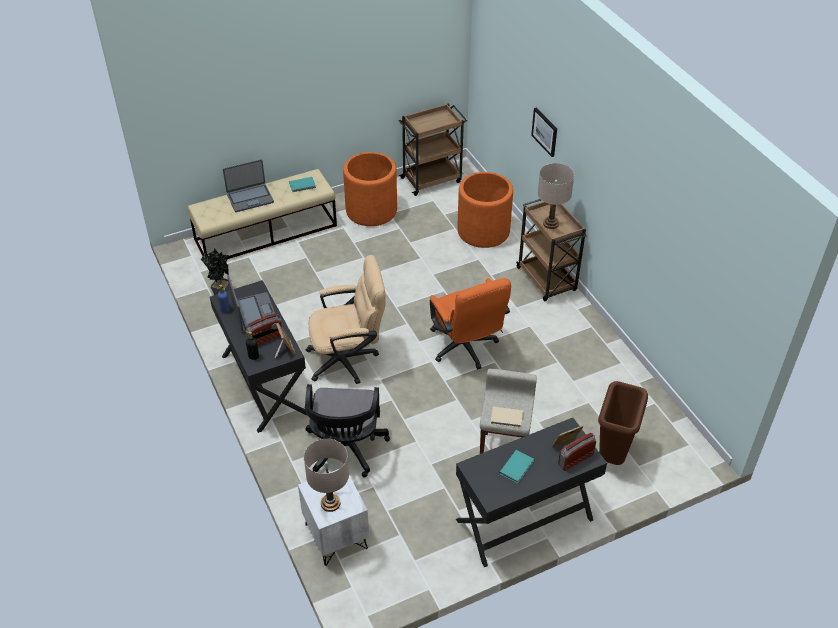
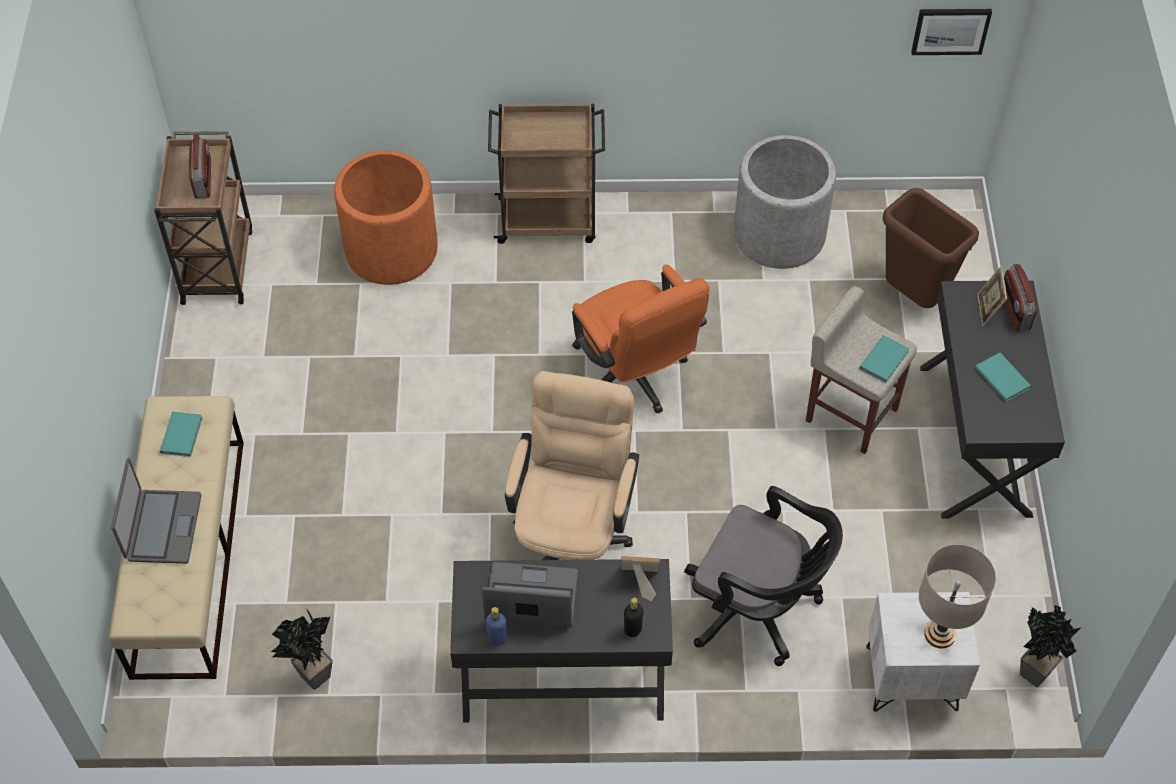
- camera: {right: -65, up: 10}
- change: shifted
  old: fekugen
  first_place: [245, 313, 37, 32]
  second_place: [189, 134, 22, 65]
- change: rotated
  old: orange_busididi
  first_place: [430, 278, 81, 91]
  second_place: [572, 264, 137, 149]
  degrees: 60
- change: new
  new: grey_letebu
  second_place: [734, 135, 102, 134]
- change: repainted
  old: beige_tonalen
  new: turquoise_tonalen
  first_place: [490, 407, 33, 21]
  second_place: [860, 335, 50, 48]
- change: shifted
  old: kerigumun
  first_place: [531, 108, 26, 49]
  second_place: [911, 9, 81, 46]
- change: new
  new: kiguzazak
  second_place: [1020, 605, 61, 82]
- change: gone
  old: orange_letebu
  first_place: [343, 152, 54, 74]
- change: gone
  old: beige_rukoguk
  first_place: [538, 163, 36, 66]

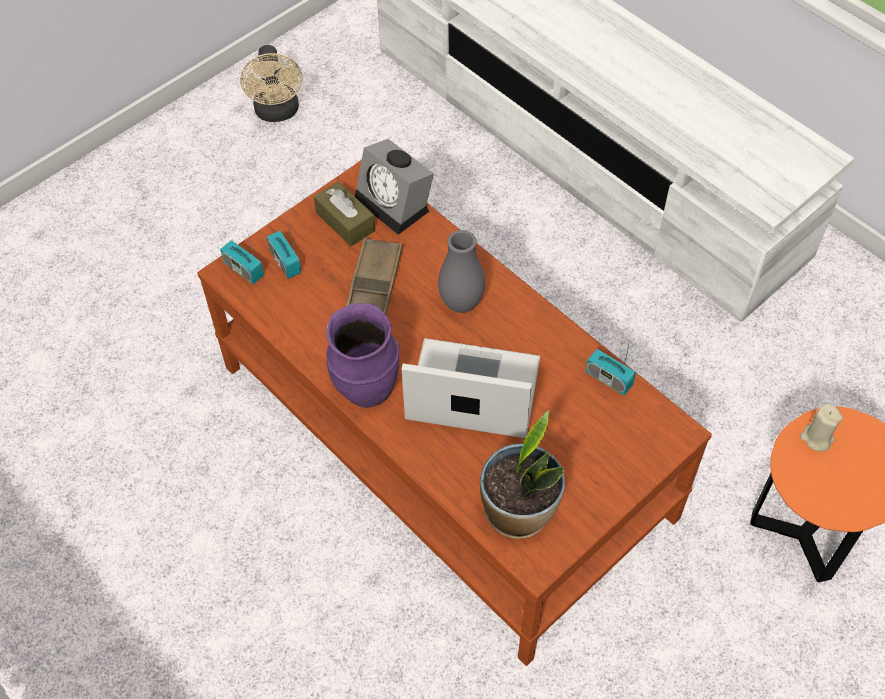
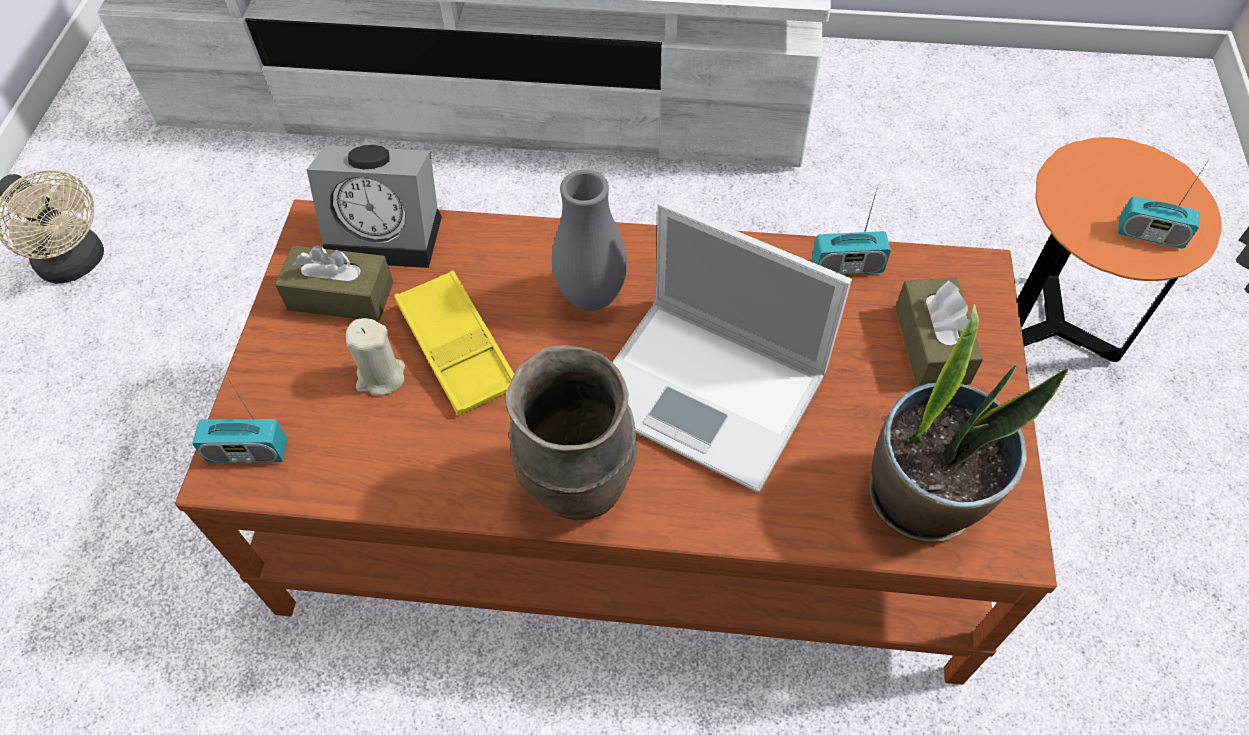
- camera: {right: -40, up: 0}
- change: shifted
  old: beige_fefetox
  first_place: [800, 403, 43, 49]
  second_place: [346, 318, 59, 78]
- change: repainted
  old: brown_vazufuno
  new: yellow_vazufuno
  first_place: [346, 238, 57, 77]
  second_place: [394, 270, 120, 146]
- change: repainted
  old: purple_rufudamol
  new: brown_rufudamol
  first_place: [326, 303, 74, 105]
  second_place: [506, 345, 131, 175]
- change: rotated
  old: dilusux
  first_place: [402, 338, 138, 100]
  second_place: [612, 200, 240, 293]
  degrees: -120
- change: new
  new: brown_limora
  second_place: [895, 278, 88, 109]
- change: shifted
  old: fekugen
  first_place: [267, 227, 35, 52]
  second_place: [1118, 160, 91, 89]

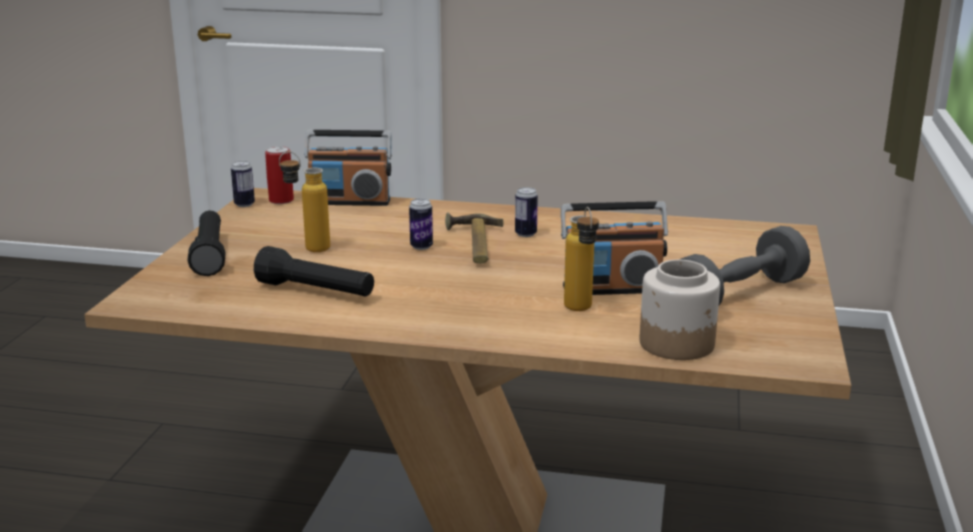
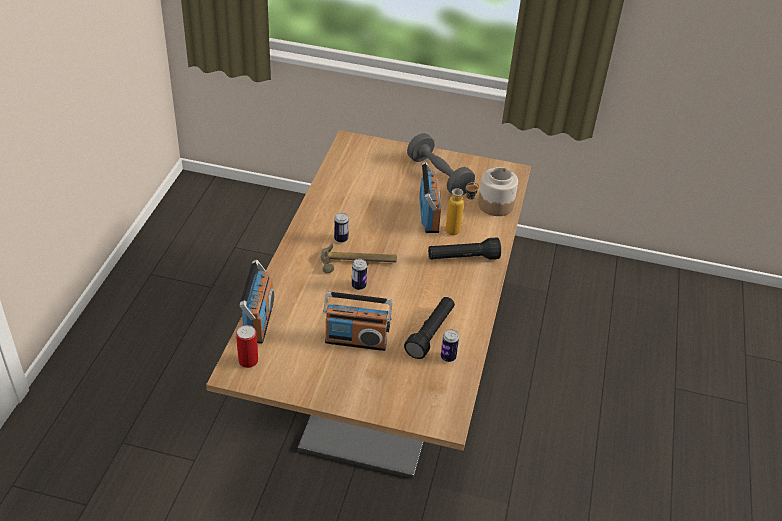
- camera: {right: -90, up: 20}
- change: swapped
  old: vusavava
  new: fekugen
  first_place: [279, 152, 51, 100]
  second_place: [323, 292, 69, 59]
- change: shifted
  old: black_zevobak
  first_place: [187, 210, 39, 66]
  second_place: [428, 237, 73, 23]
- change: shifted
  old: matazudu
  first_place: [231, 161, 24, 46]
  second_place: [441, 329, 18, 33]

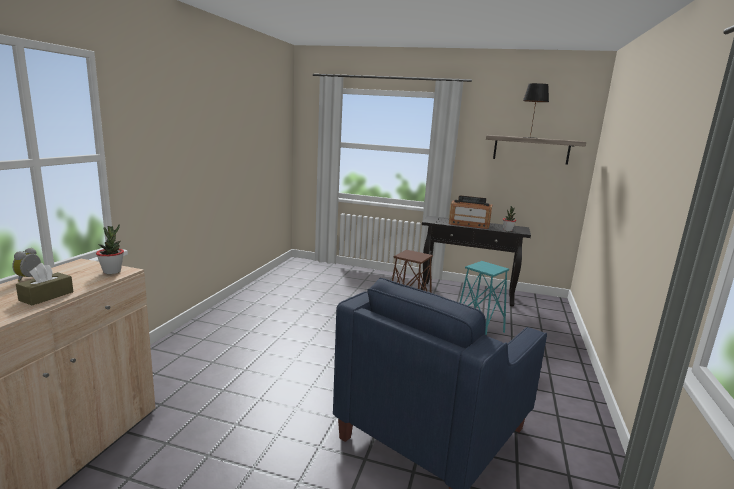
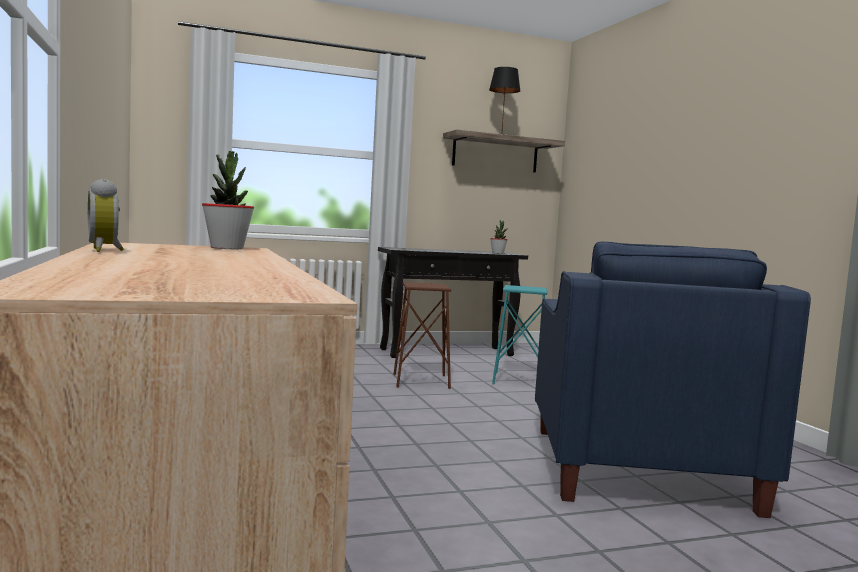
- camera: {right: -35, up: -10}
- change: gone
  old: brown_limora
  first_place: [16, 263, 57, 42]
- change: gone
  old: fekugen
  first_place: [449, 195, 43, 34]

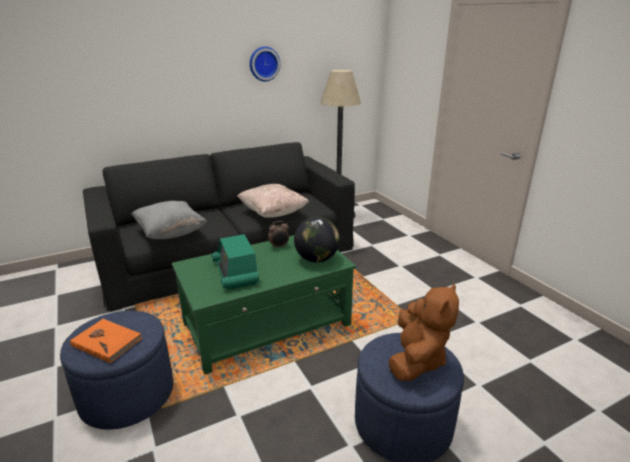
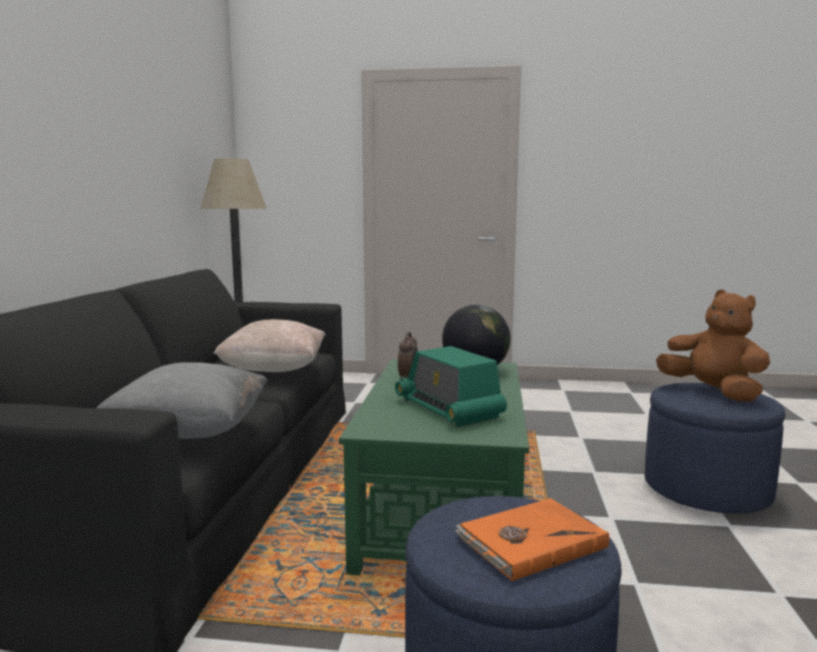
- camera: {right: -55, up: -15}
- change: rotated
  old: fekugen
  first_place: [211, 234, 48, 56]
  second_place: [395, 346, 112, 81]
  degrees: 45
- change: gone
  old: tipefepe
  first_place: [250, 47, 30, 35]

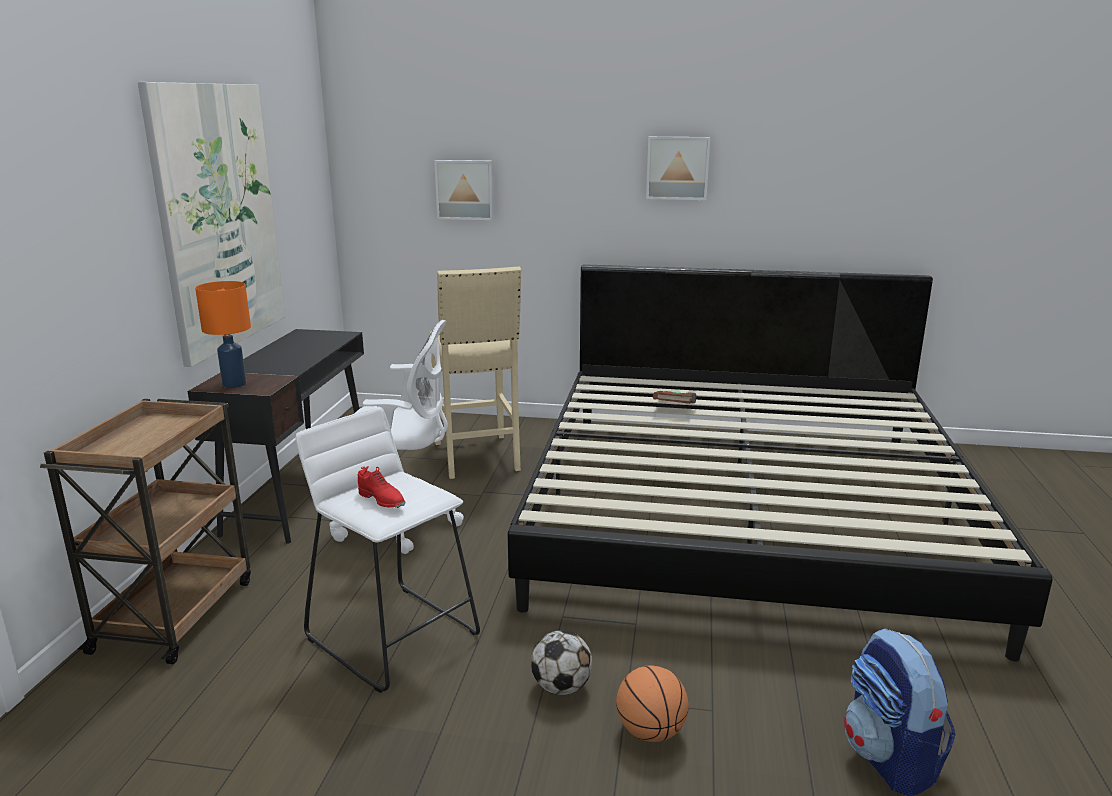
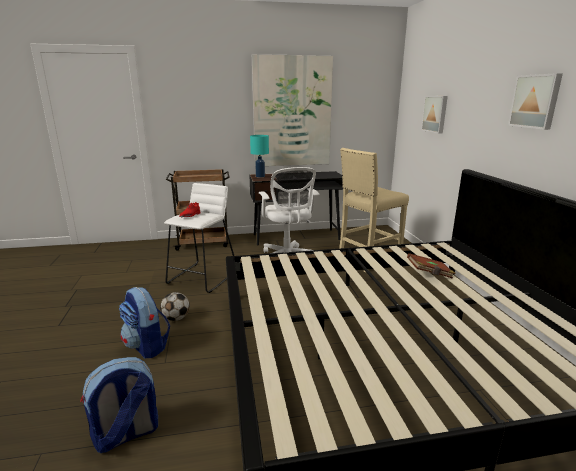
- camera: {right: 70, up: 0}
- change: swapped
  old: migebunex
  new: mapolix
  first_place: [616, 666, 73, 76]
  second_place: [119, 287, 52, 71]
- change: repainted
  old: orange_rukoguk
  new: turquoise_rukoguk
  first_place: [195, 281, 56, 107]
  second_place: [250, 135, 19, 43]

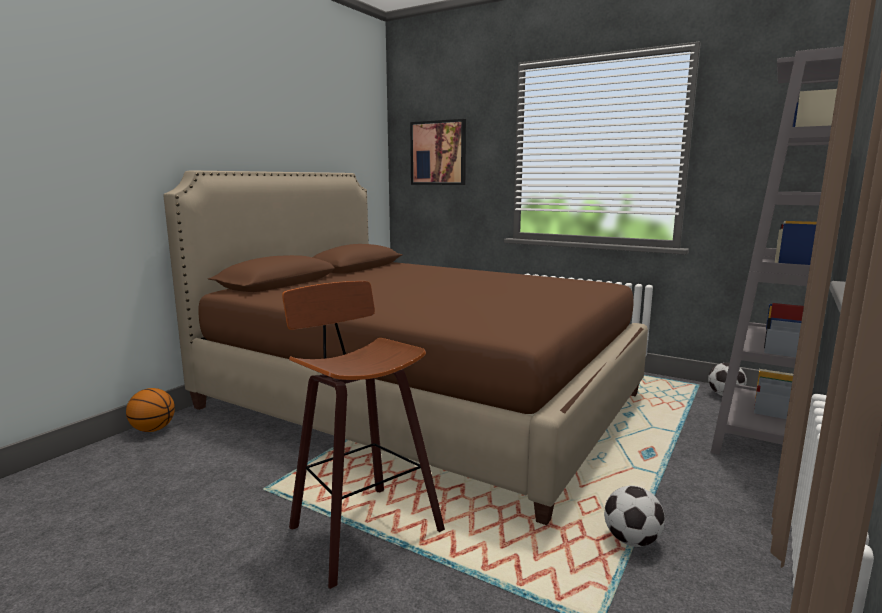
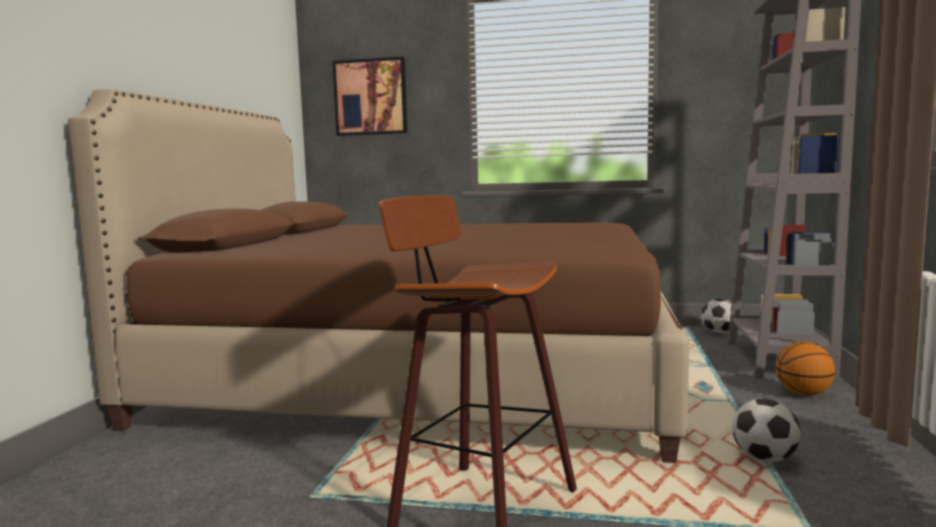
- camera: {right: -20, up: -5}
- change: shifted
  old: migebunex
  first_place: [126, 388, 49, 44]
  second_place: [775, 342, 60, 54]

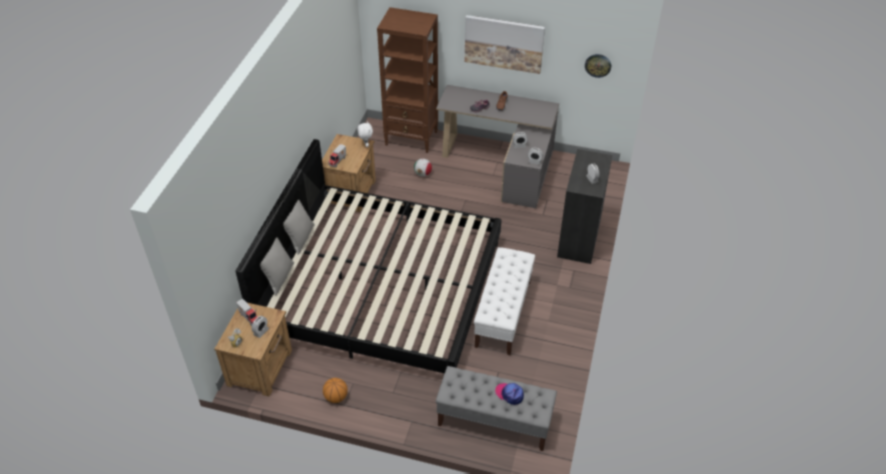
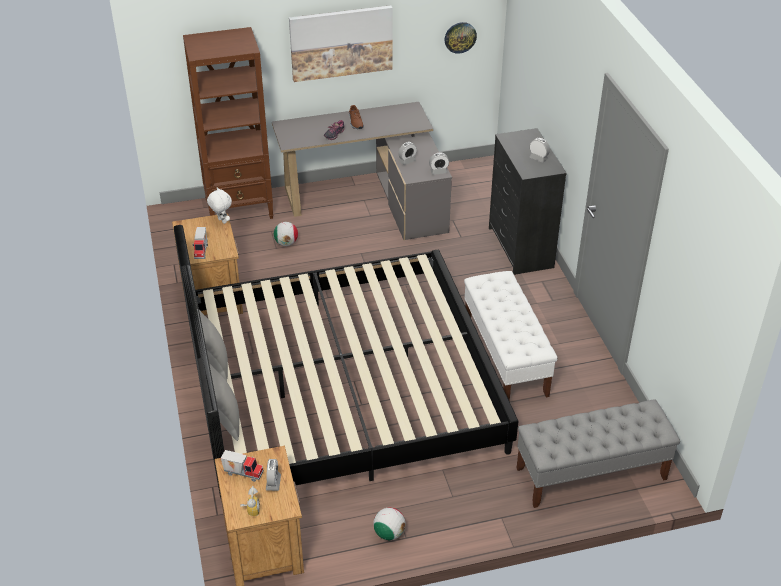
- camera: {right: -30, up: -5}
- change: swapped
  old: migebunex
  new: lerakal
  first_place: [323, 378, 25, 25]
  second_place: [373, 507, 33, 34]
- change: gone
  old: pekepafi
  first_place: [495, 383, 29, 22]

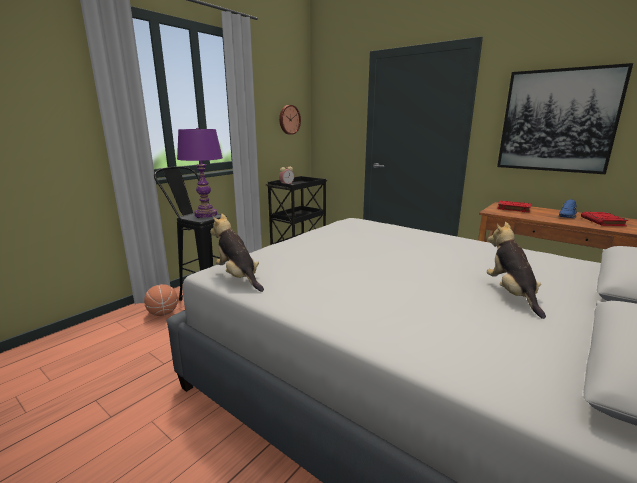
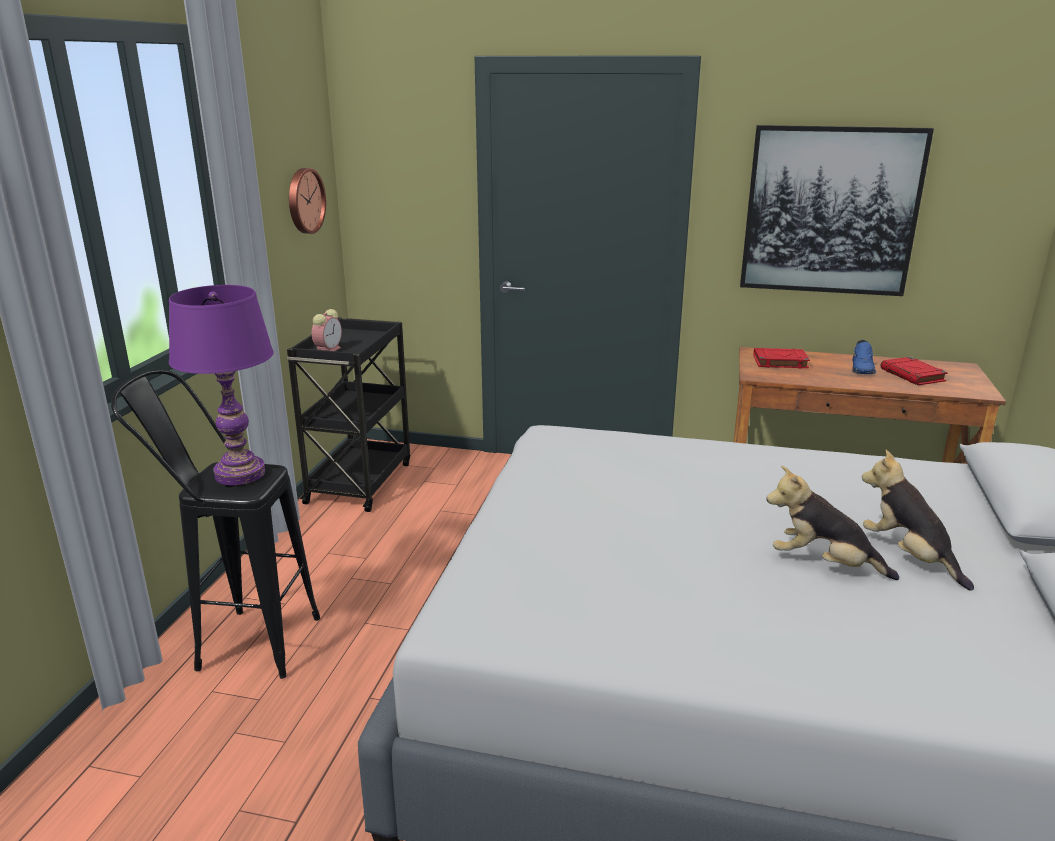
- camera: {right: -25, up: 5}
- change: shifted
  old: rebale
  first_place: [210, 214, 54, 78]
  second_place: [766, 465, 133, 115]
- change: gone
  old: migebunex
  first_place: [144, 284, 34, 32]

